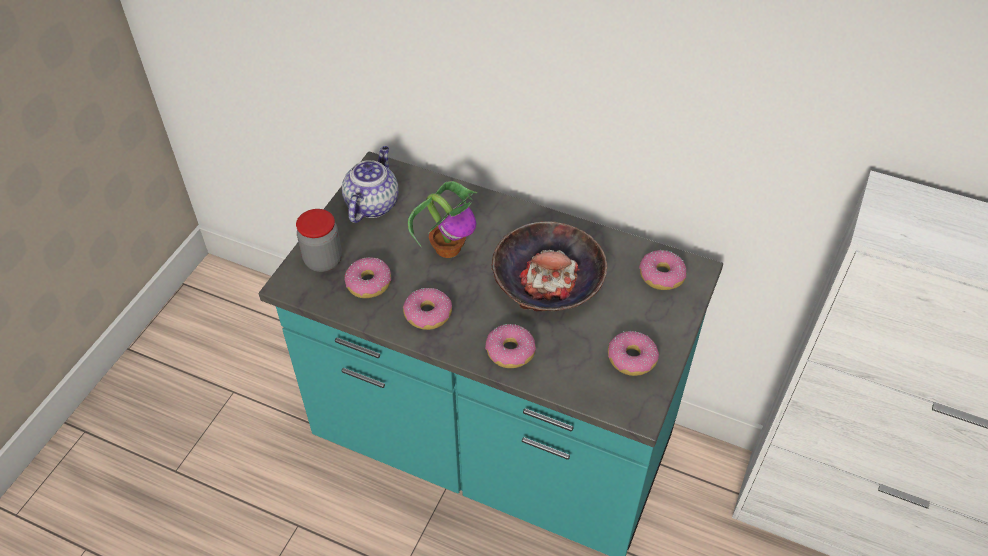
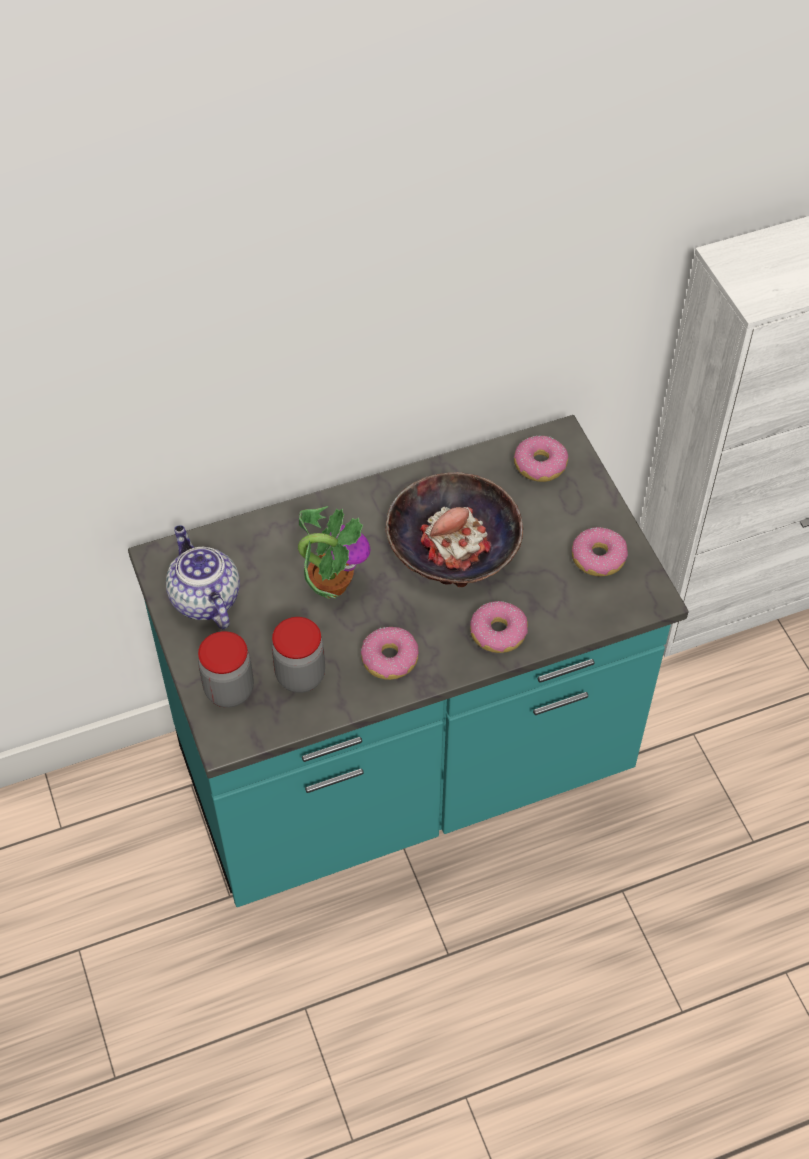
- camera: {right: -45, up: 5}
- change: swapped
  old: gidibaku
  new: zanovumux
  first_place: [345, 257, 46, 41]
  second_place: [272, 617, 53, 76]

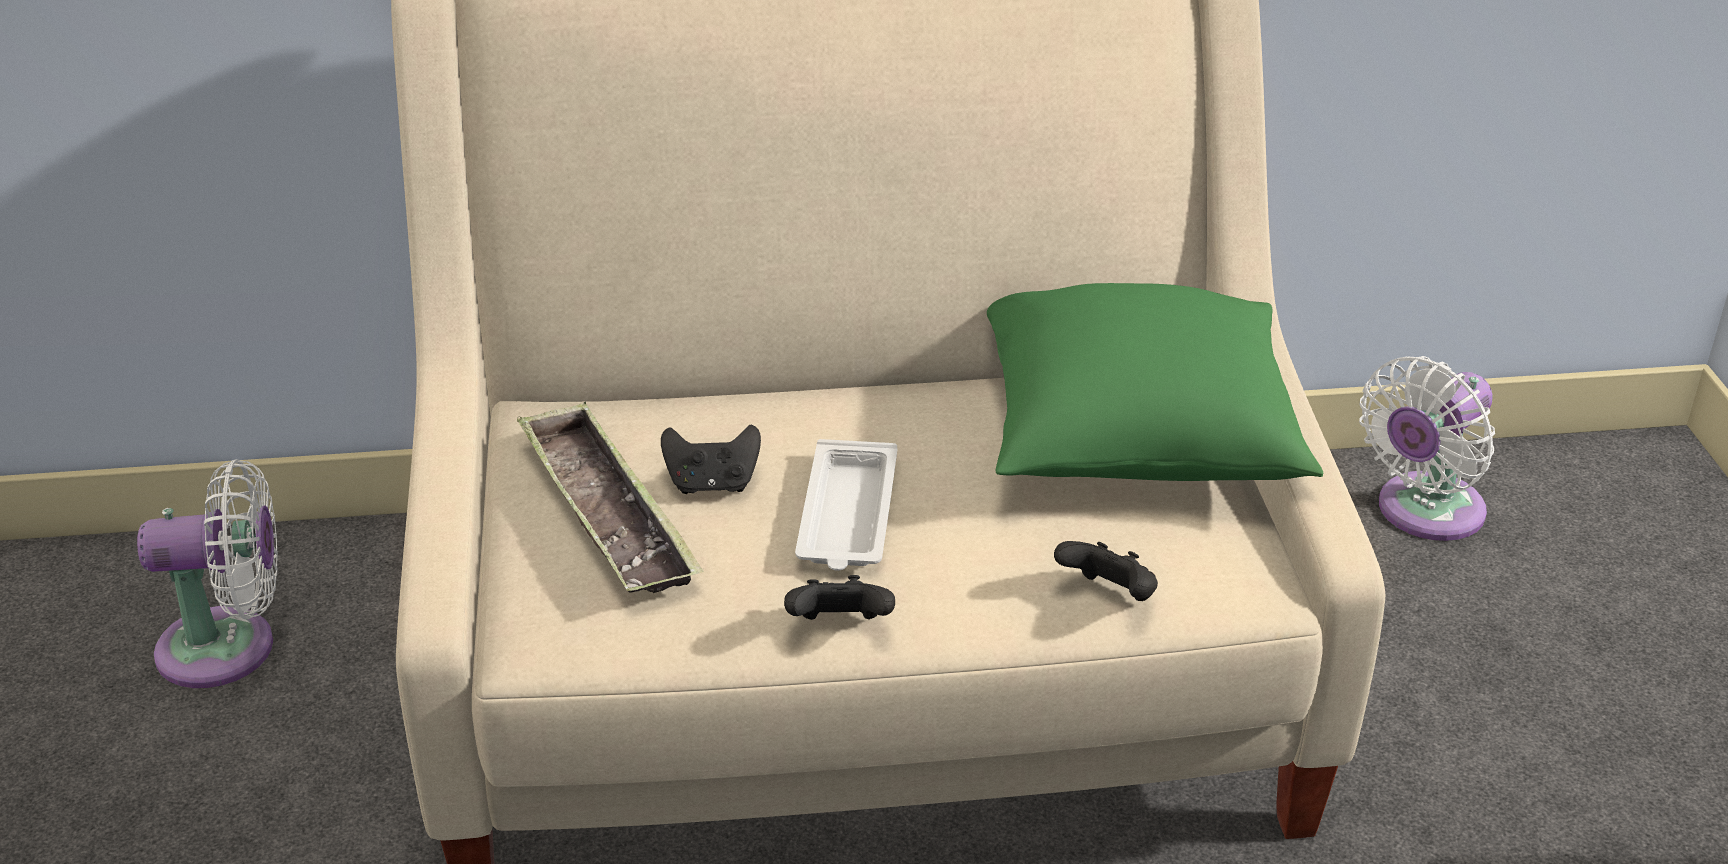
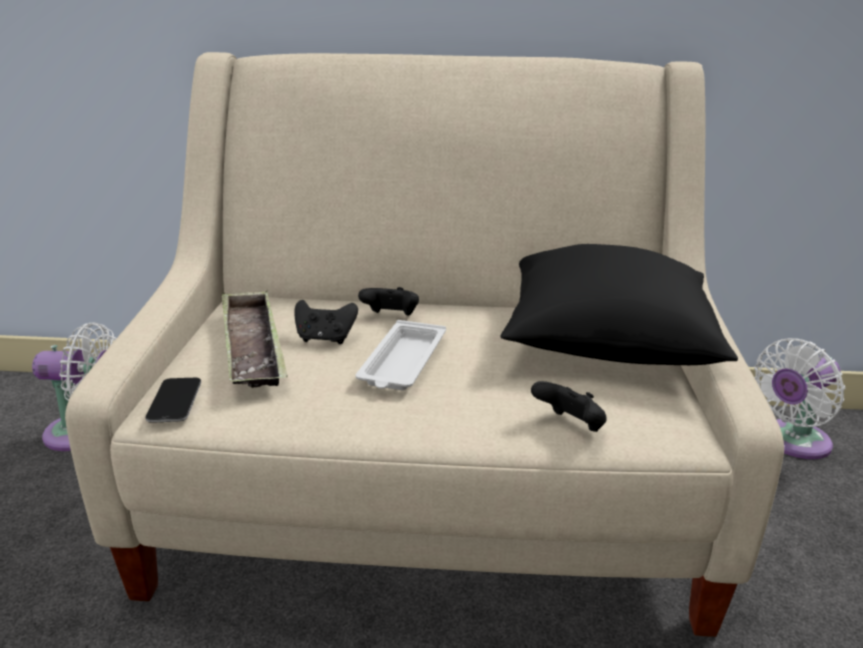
- camera: {right: 10, up: -10}
- change: new
  new: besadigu
  second_place: [145, 378, 56, 45]
- change: shifted
  old: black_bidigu
  first_place: [784, 575, 111, 45]
  second_place: [358, 287, 61, 29]
- change: repainted
  old: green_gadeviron
  new: black_gadeviron
  first_place: [987, 283, 336, 198]
  second_place: [501, 244, 237, 121]

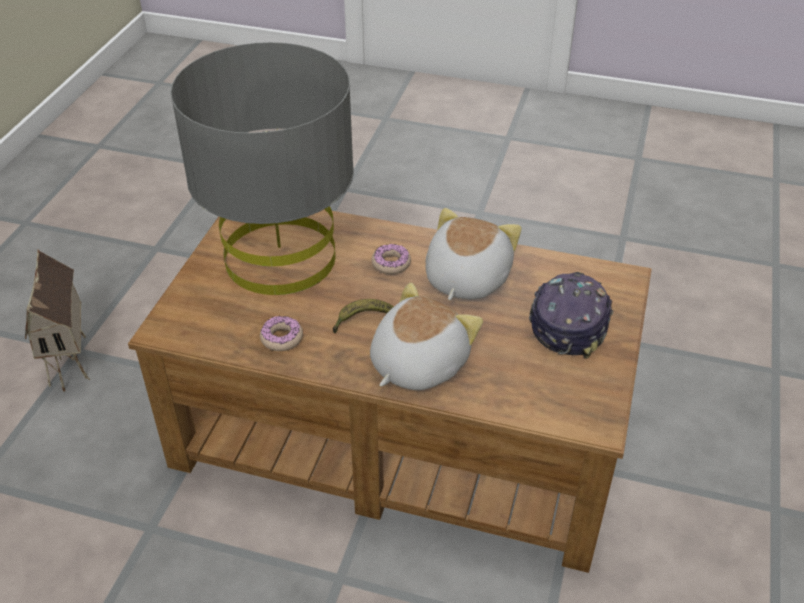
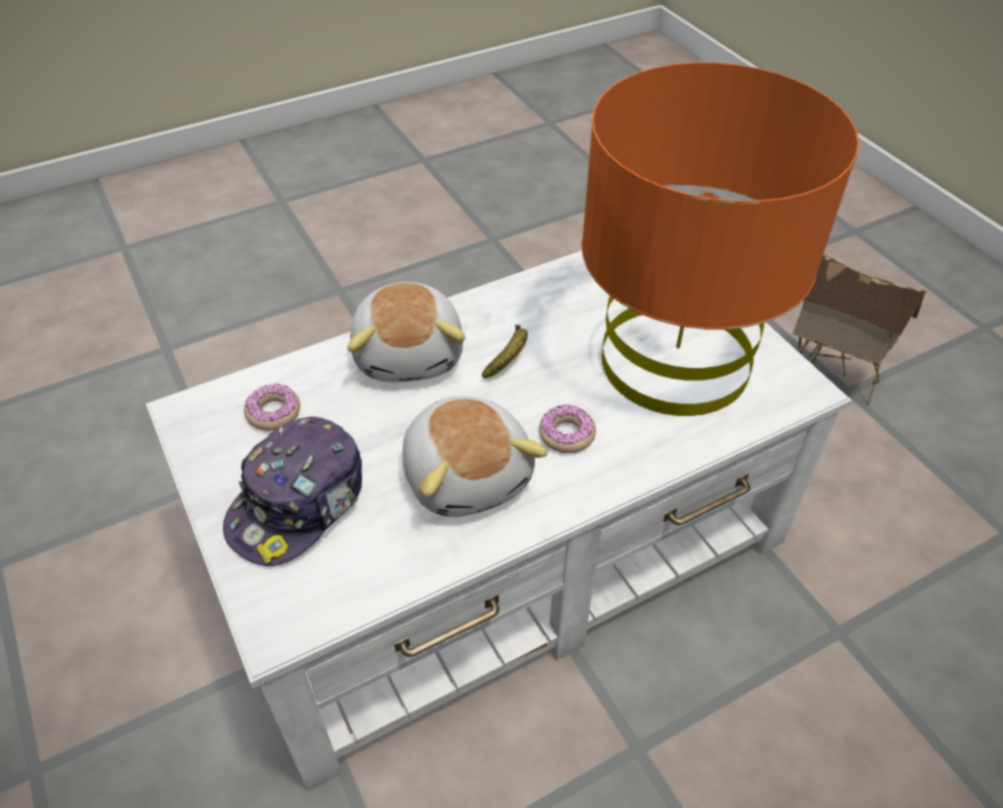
- camera: {right: 135, up: 5}
- change: repainted
  old: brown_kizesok
  new: white_kizesok
  first_place: [128, 209, 524, 364]
  second_place: [146, 250, 706, 541]
- change: rotated
  old: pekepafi
  first_place: [529, 272, 84, 87]
  second_place: [223, 417, 139, 149]
  degrees: 60
- change: shifted
  old: gidibaku
  first_place: [260, 316, 43, 35]
  second_place: [244, 383, 56, 48]
- change: repainted
  old: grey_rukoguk
  new: orange_rukoguk
  first_place: [170, 42, 184, 253]
  second_place: [582, 62, 277, 354]

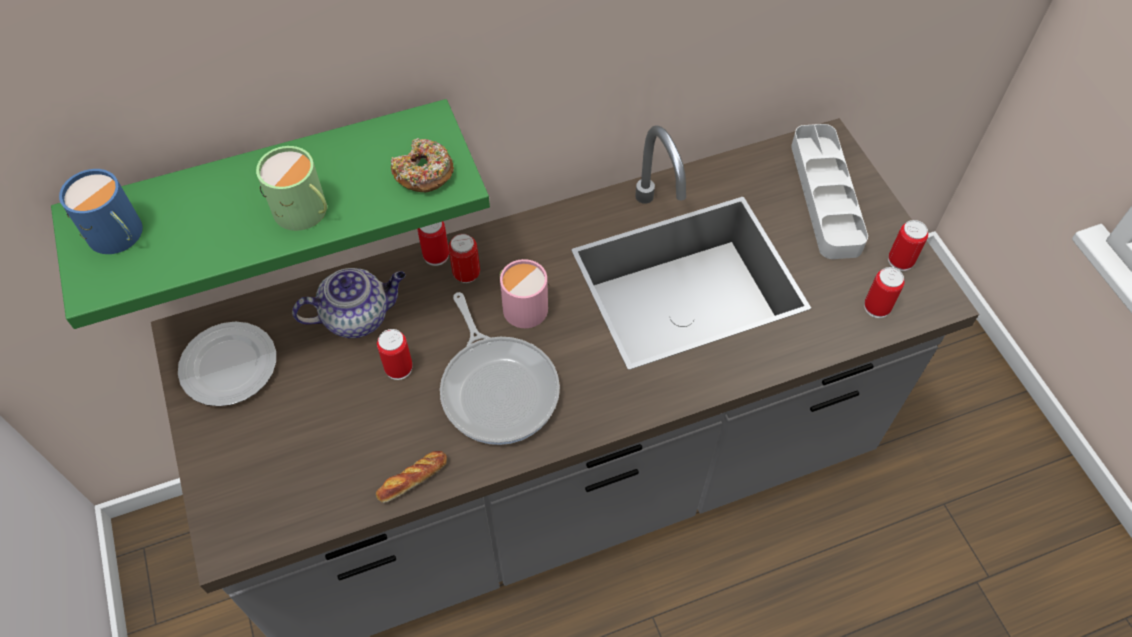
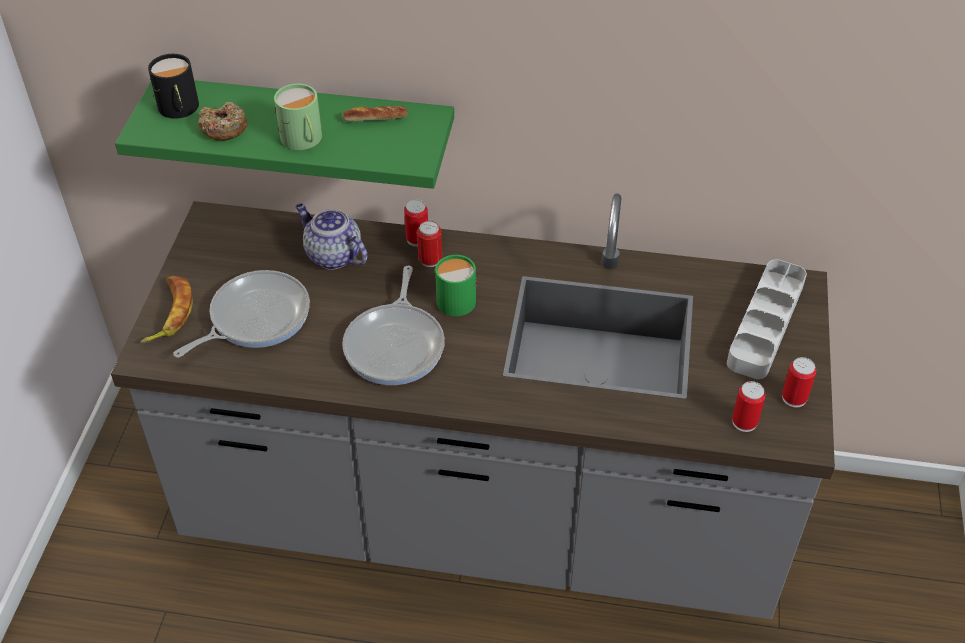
- camera: {right: 30, up: -10}
- change: new
  new: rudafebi
  second_place: [140, 276, 53, 67]
- change: repainted
  old: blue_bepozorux
  new: black_bepozorux
  first_place: [59, 169, 84, 85]
  second_place: [148, 54, 51, 65]
- change: new
  new: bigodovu
  second_place: [173, 270, 137, 88]
- change: shifted
  old: gidibaku
  first_place: [391, 138, 63, 54]
  second_place: [198, 102, 50, 39]
- change: rotated
  old: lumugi
  first_place: [292, 268, 113, 70]
  second_place: [295, 203, 73, 67]
  degrees: -150
- change: shifted
  old: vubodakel
  first_place: [376, 451, 71, 52]
  second_place: [342, 106, 66, 15]
- change: repainted
  old: pink_bepozorux
  new: green_bepozorux
  first_place: [499, 259, 50, 69]
  second_place: [435, 255, 42, 61]
- change: gone
  old: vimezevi
  first_place: [178, 322, 98, 84]
- change: gone
  old: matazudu
  first_place: [377, 329, 36, 51]

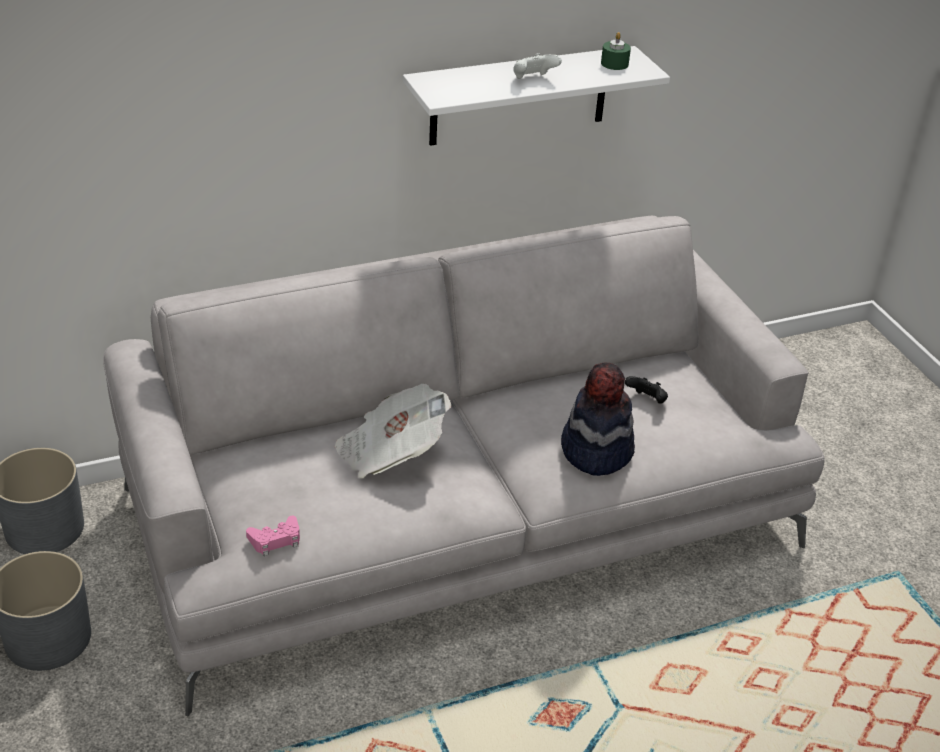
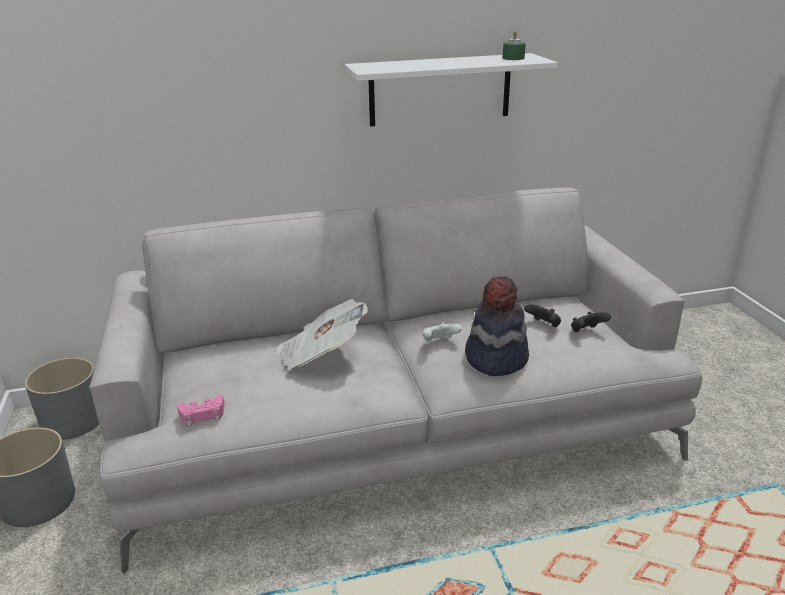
- camera: {right: 10, up: -10}
- change: shifted
  old: white_bidigu
  first_place: [513, 53, 49, 26]
  second_place: [422, 322, 40, 20]
- change: new
  new: black_bidigu
  second_place: [571, 312, 40, 20]

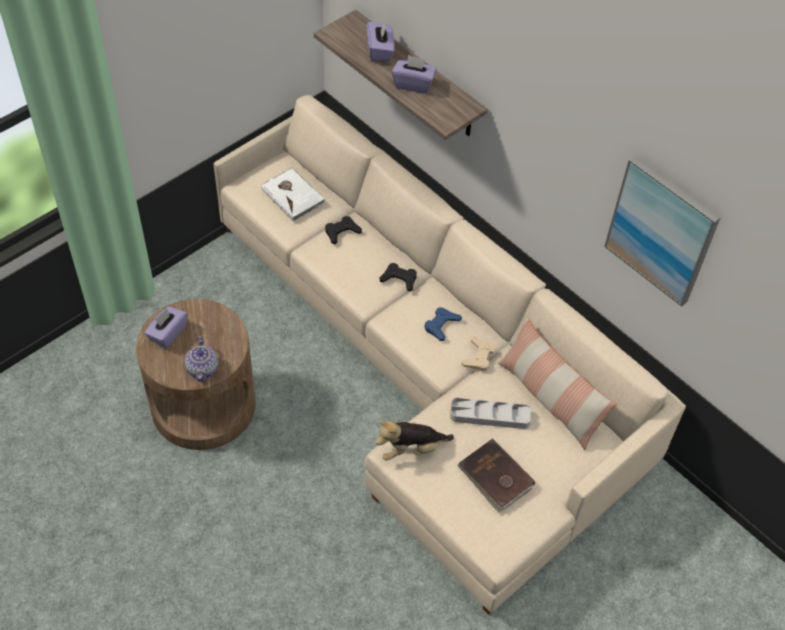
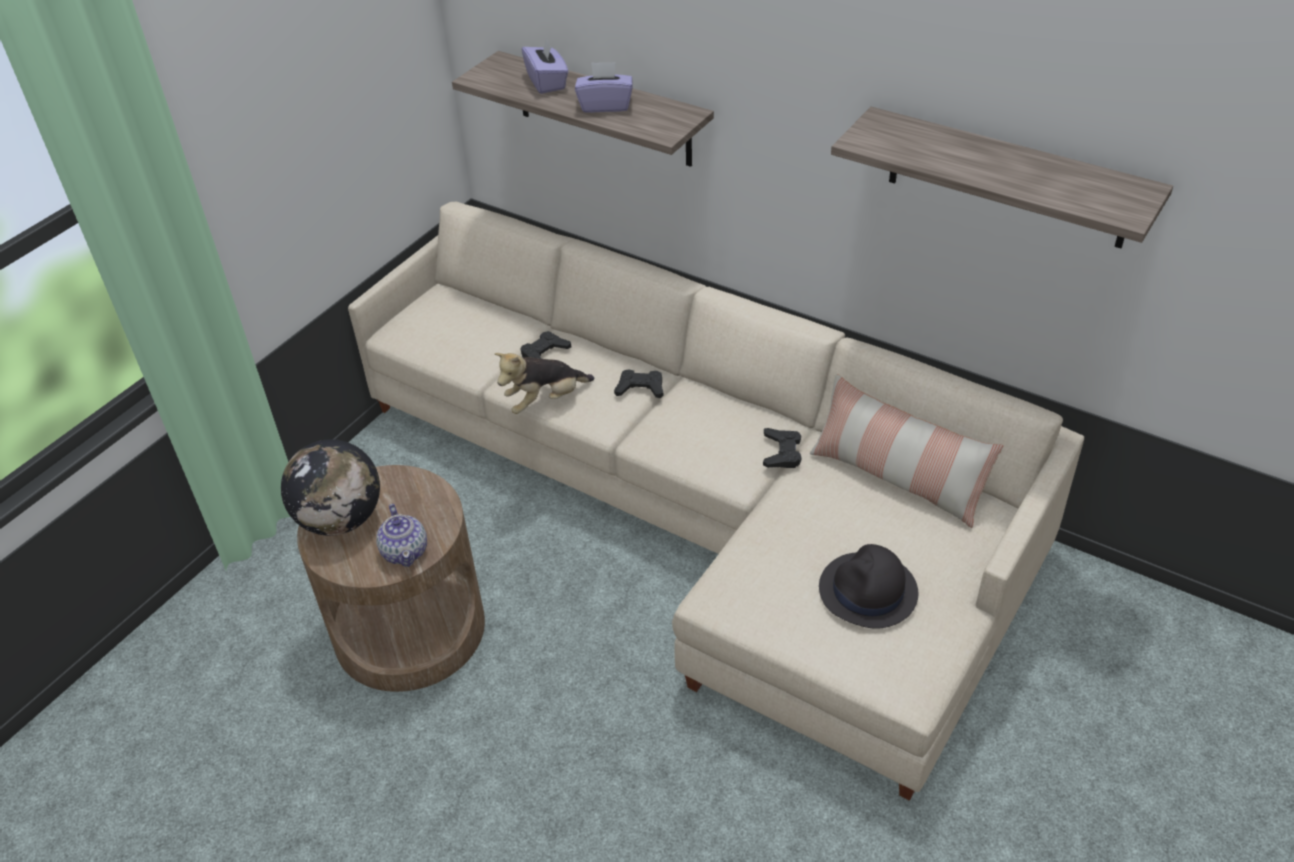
- camera: {right: -10, up: -10}
- change: swapped
  old: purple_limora
  new: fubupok
  first_place: [144, 306, 44, 43]
  second_place: [281, 439, 99, 97]
- change: shifted
  old: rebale
  first_place: [376, 420, 78, 41]
  second_place: [494, 353, 100, 61]
- change: repainted
  old: beige_bidigu
  new: black_bidigu
  first_place: [461, 336, 34, 35]
  second_place: [763, 428, 39, 40]
- change: swapped
  old: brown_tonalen
  new: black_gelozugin
  first_place: [458, 438, 77, 75]
  second_place: [819, 544, 99, 85]
- change: swapped
  old: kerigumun
  new: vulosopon
  first_place: [604, 156, 117, 151]
  second_place: [831, 107, 342, 141]
- change: gone
  old: white_tonalen
  first_place: [261, 168, 64, 54]
- change: gone
  old: blue_bidigu
  first_place: [425, 307, 37, 34]
- change: gone
  old: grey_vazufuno
  first_place: [450, 398, 82, 31]

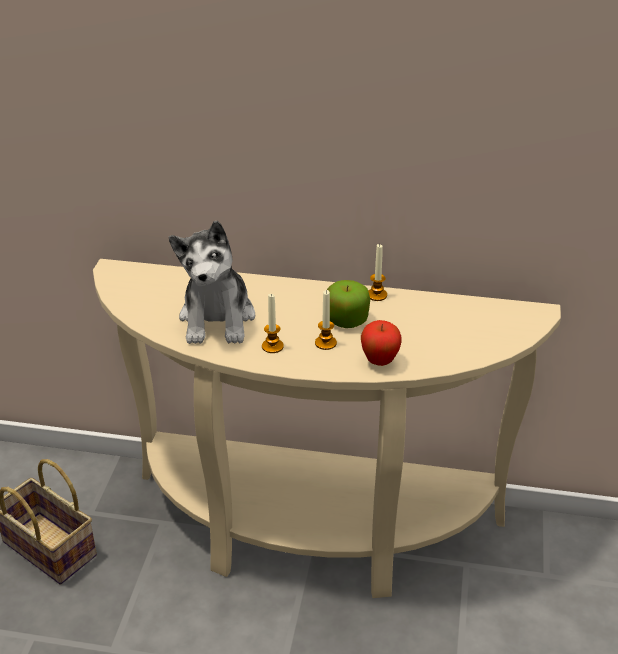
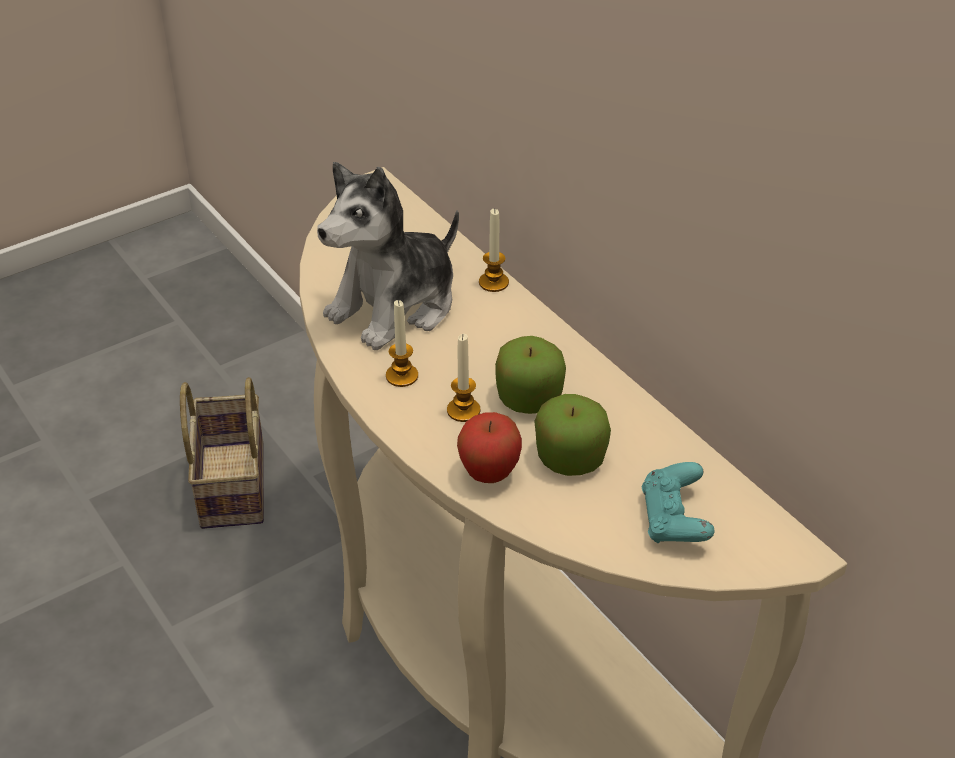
- camera: {right: 45, up: 5}
- change: shifted
  old: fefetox
  first_place: [368, 244, 19, 57]
  second_place: [479, 209, 30, 83]
- change: new
  new: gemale
  second_place: [534, 394, 77, 82]
- change: new
  new: turquoise_bidigu
  second_place: [642, 462, 73, 81]

